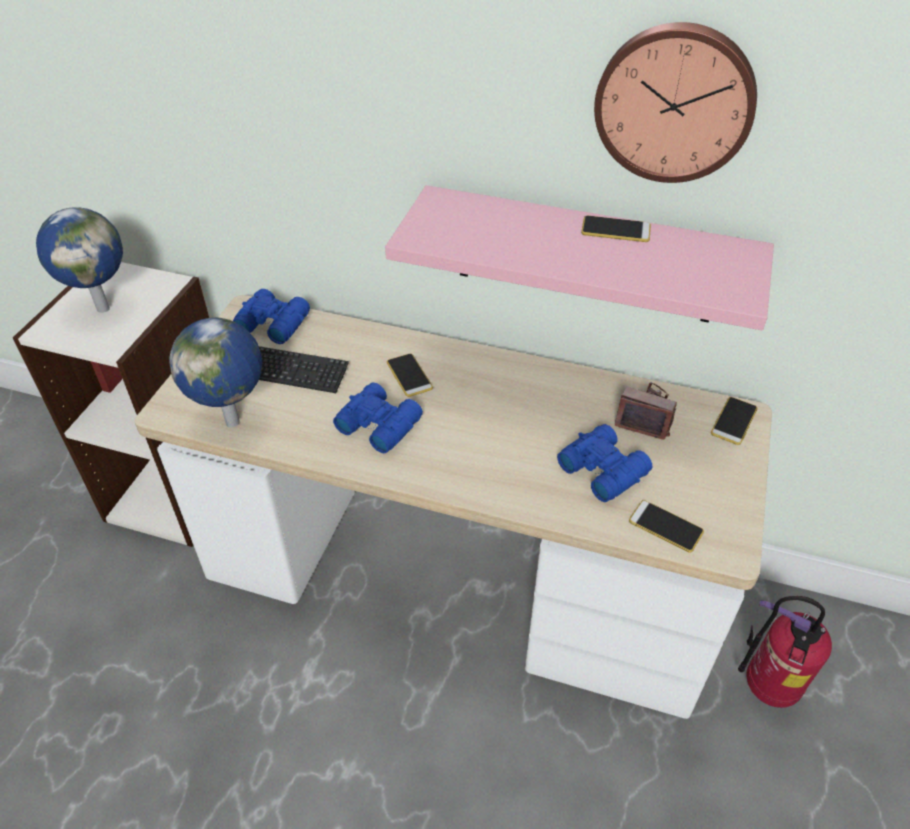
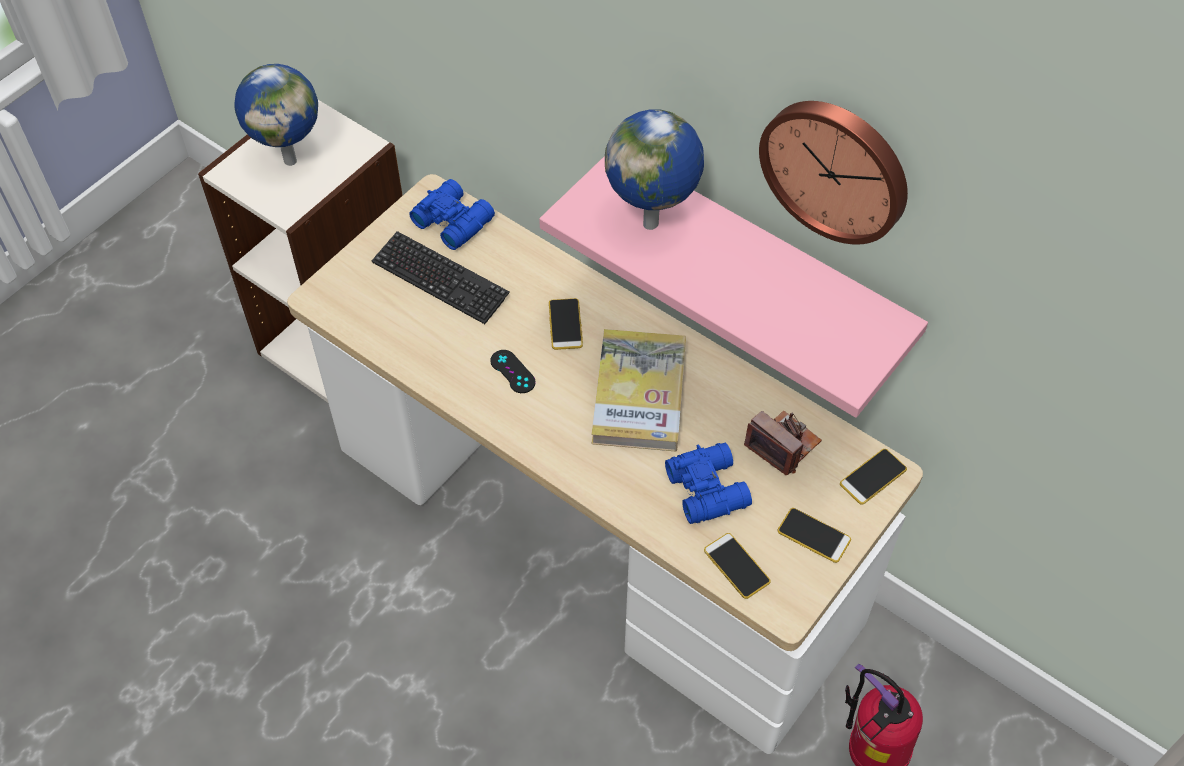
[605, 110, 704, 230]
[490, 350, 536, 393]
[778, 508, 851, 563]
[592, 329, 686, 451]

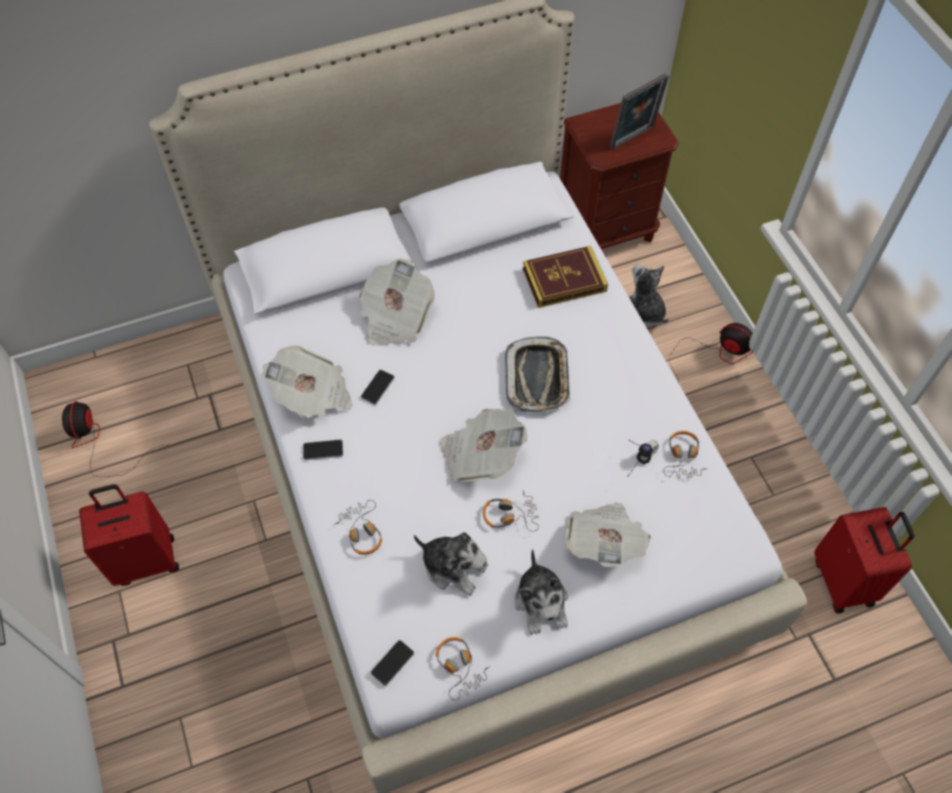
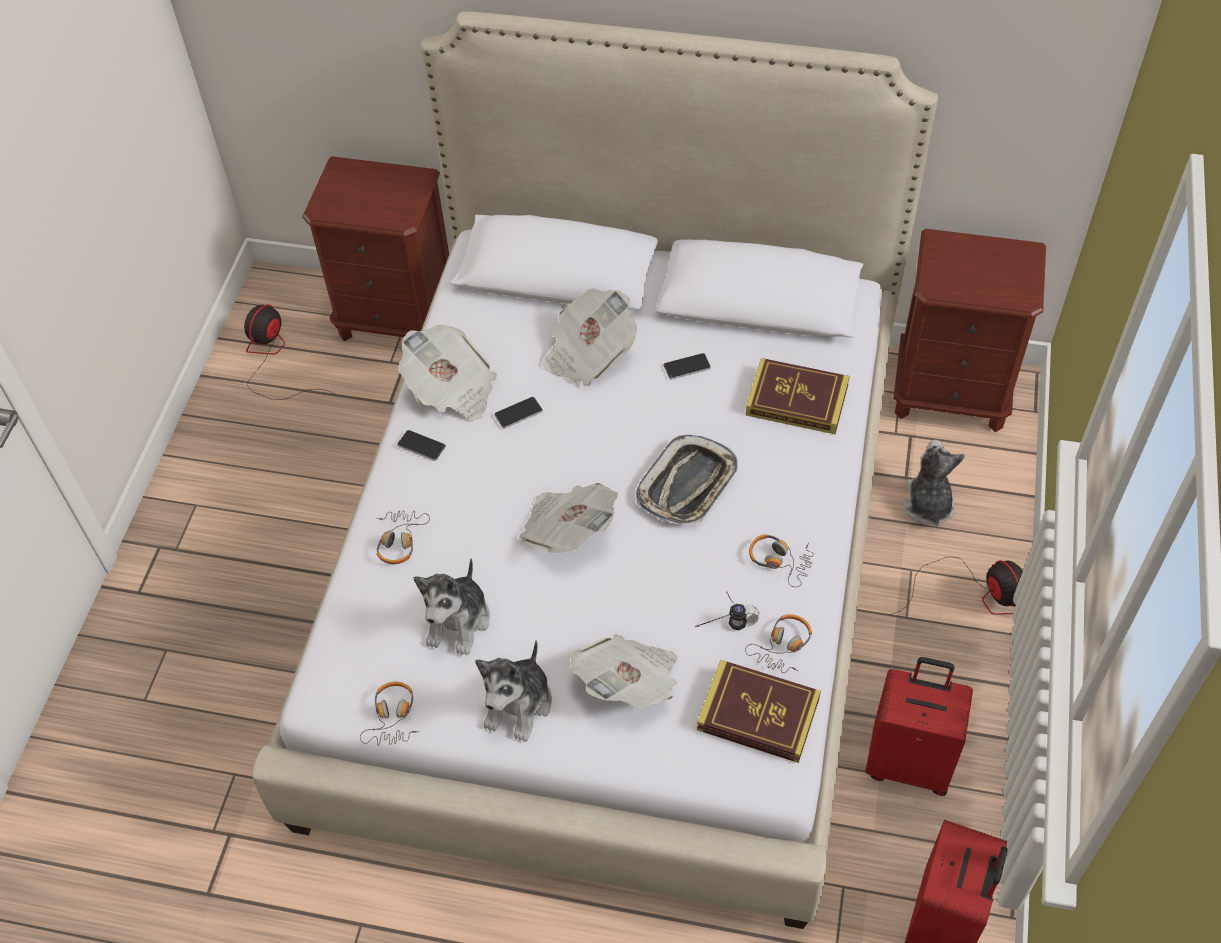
[865, 657, 973, 796]
[664, 353, 711, 379]
[414, 558, 490, 655]
[749, 534, 814, 587]
[610, 73, 669, 150] (first image)
[302, 156, 449, 341]
[697, 660, 821, 763]

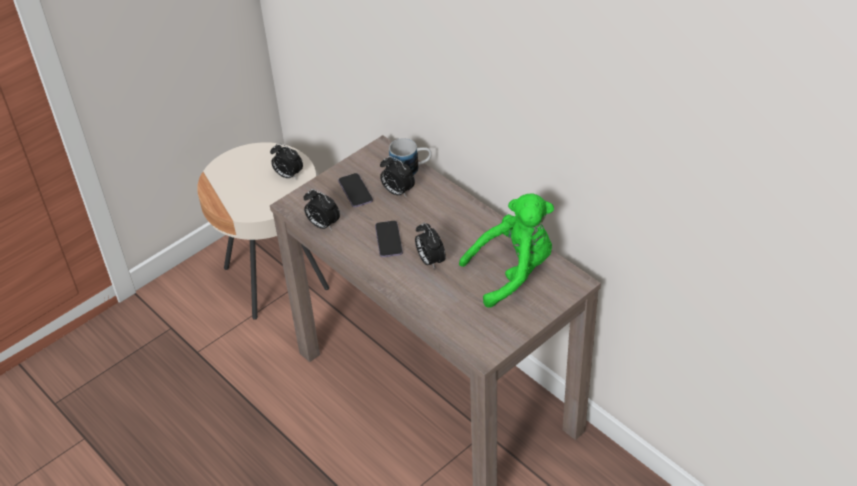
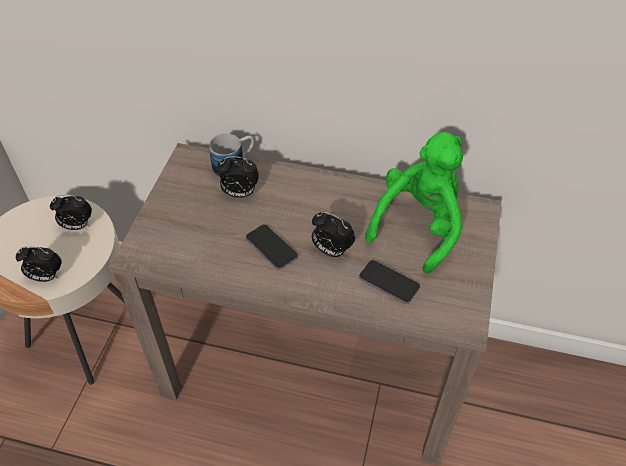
[15, 247, 62, 282]
[359, 260, 420, 304]

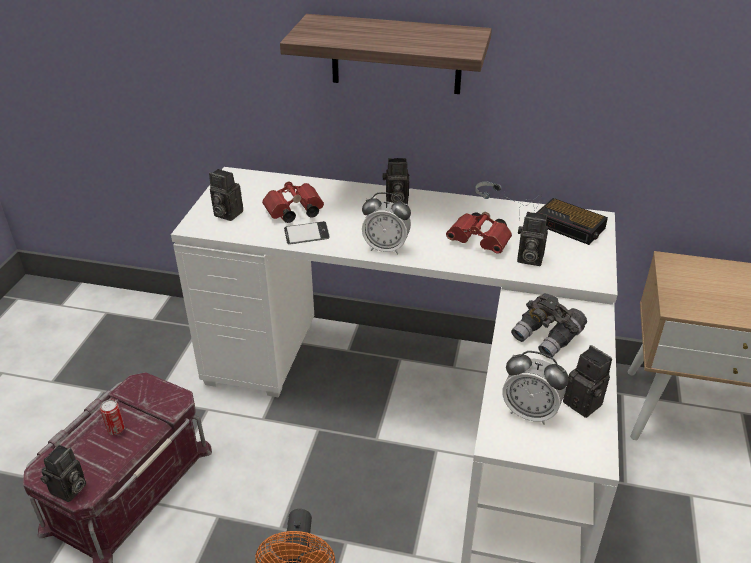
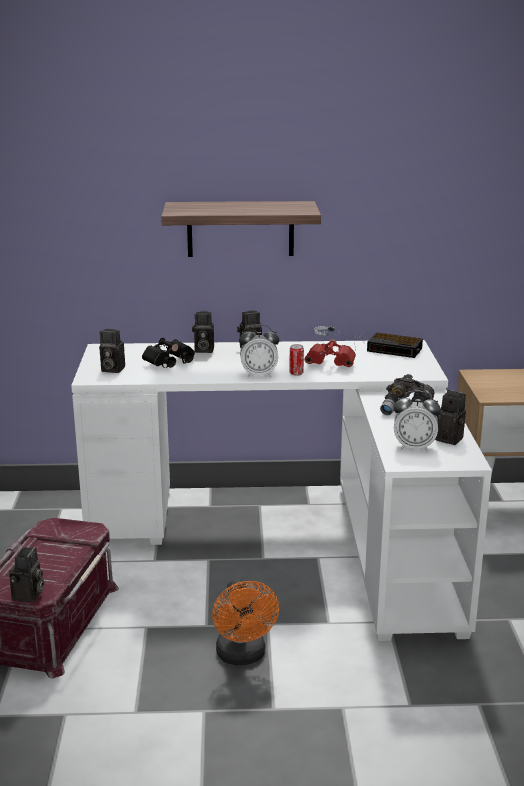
[289, 344, 304, 376]
[142, 338, 195, 368]
[284, 221, 330, 244] (first image)
[192, 311, 214, 353]

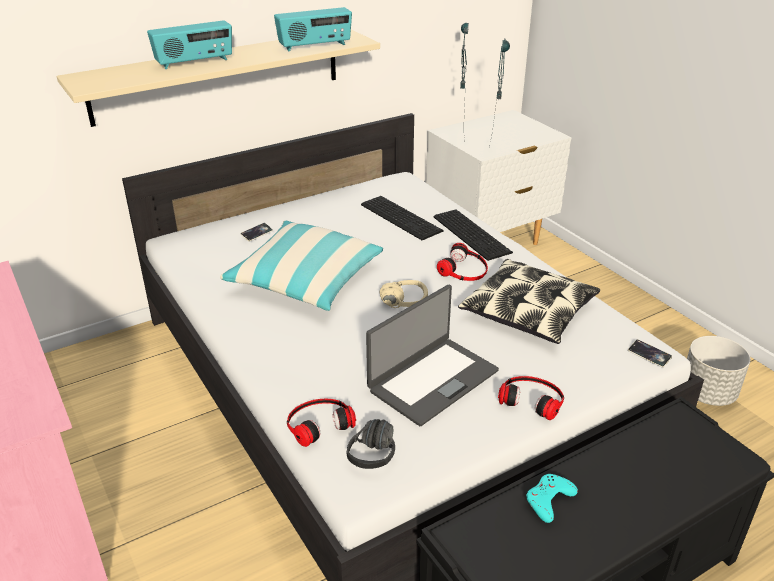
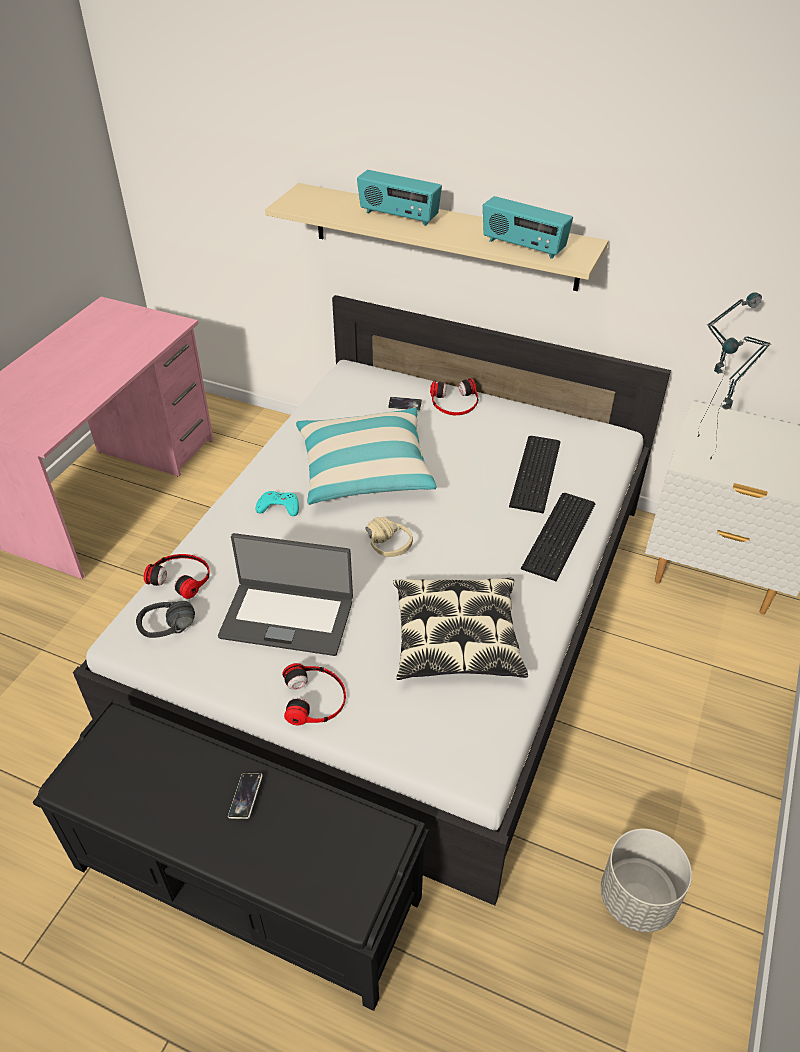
[430, 378, 479, 415]
[255, 491, 299, 516]
[228, 773, 263, 819]

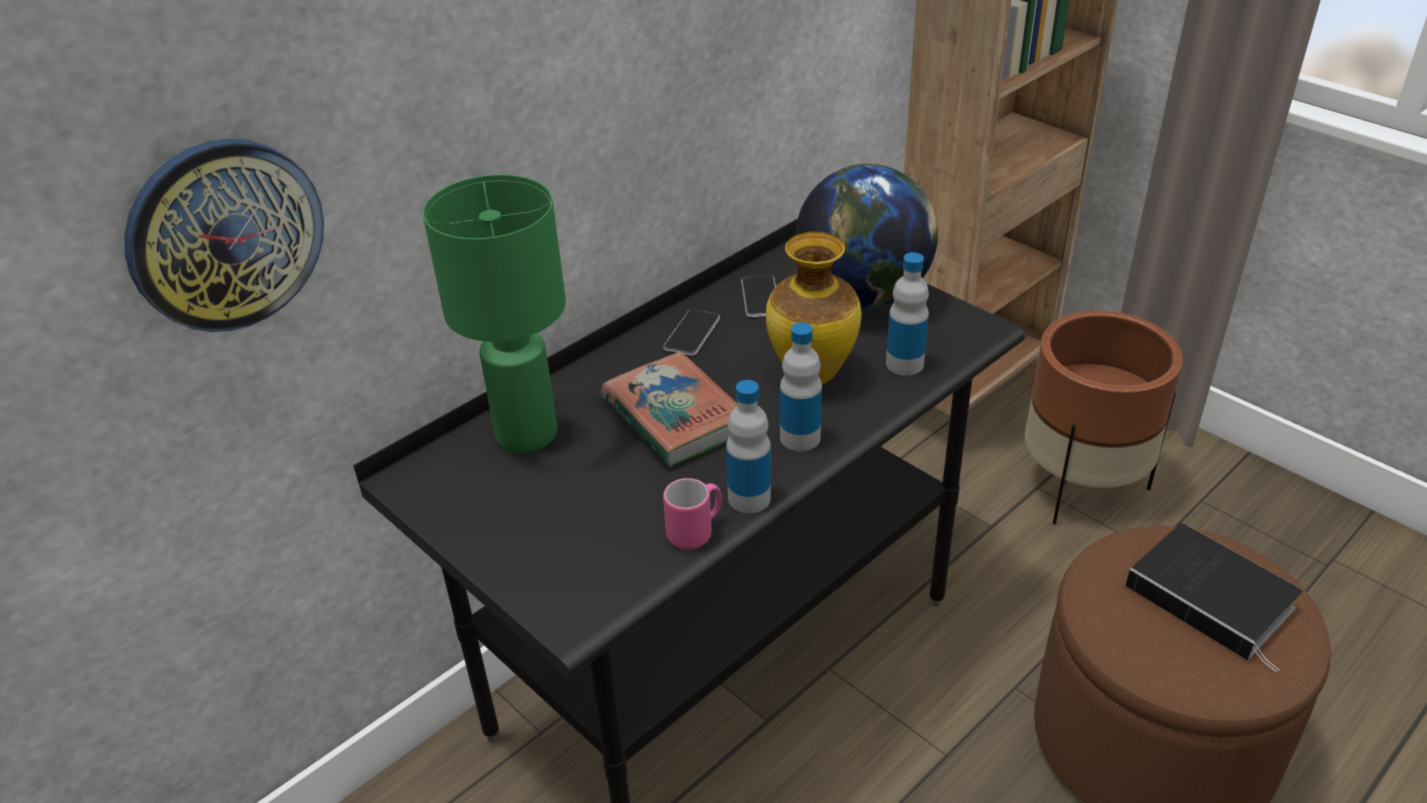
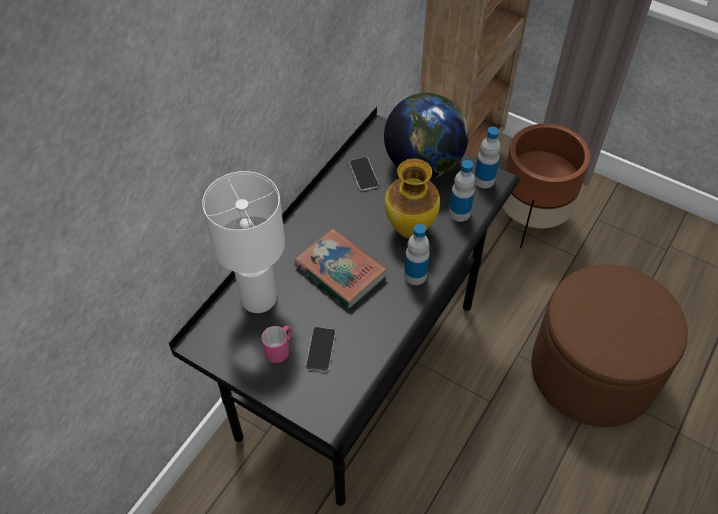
[124, 139, 324, 332] (first image)
[202, 171, 285, 313]
[305, 327, 336, 372]
[261, 325, 292, 363]
[474, 127, 500, 188]
[1125, 523, 1303, 672] (first image)

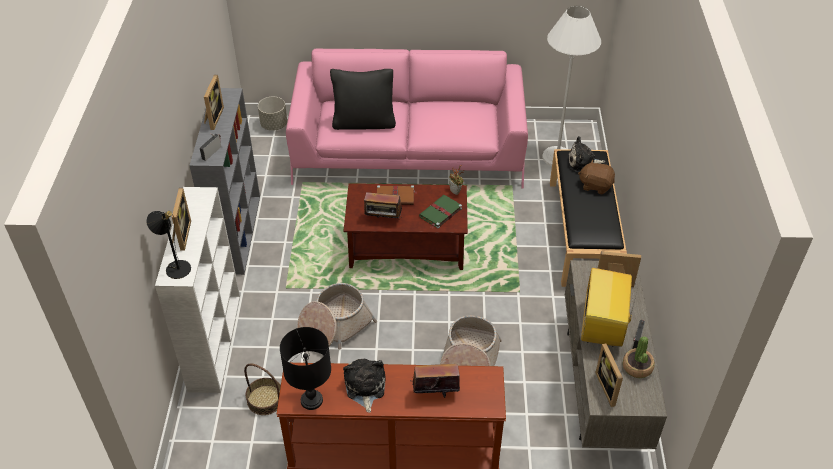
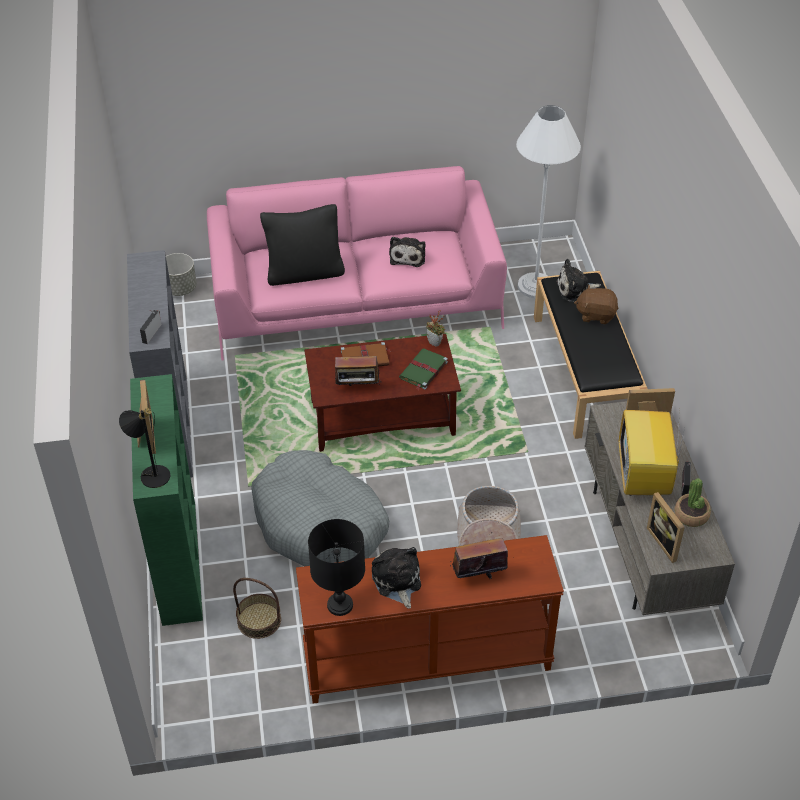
[130, 374, 203, 626]
[204, 75, 224, 130] (first image)
[251, 450, 389, 566]
[389, 237, 425, 267]

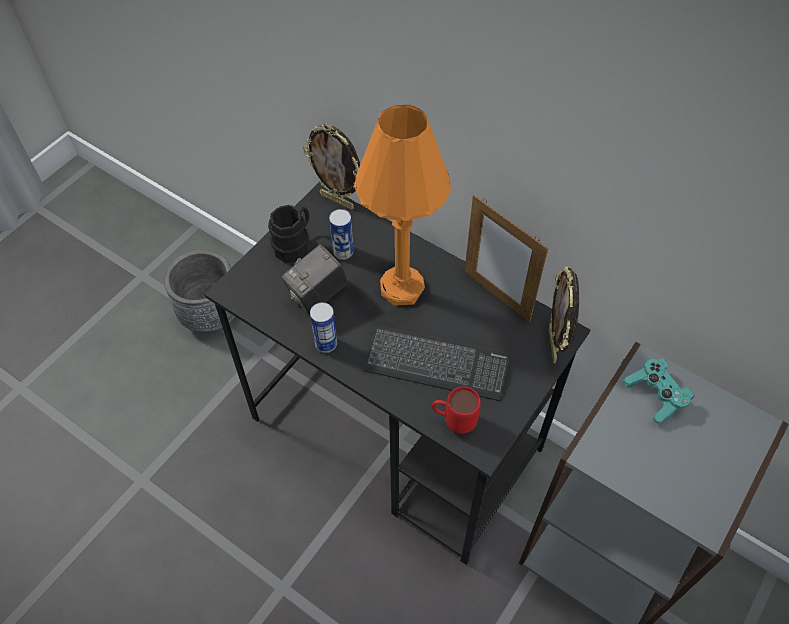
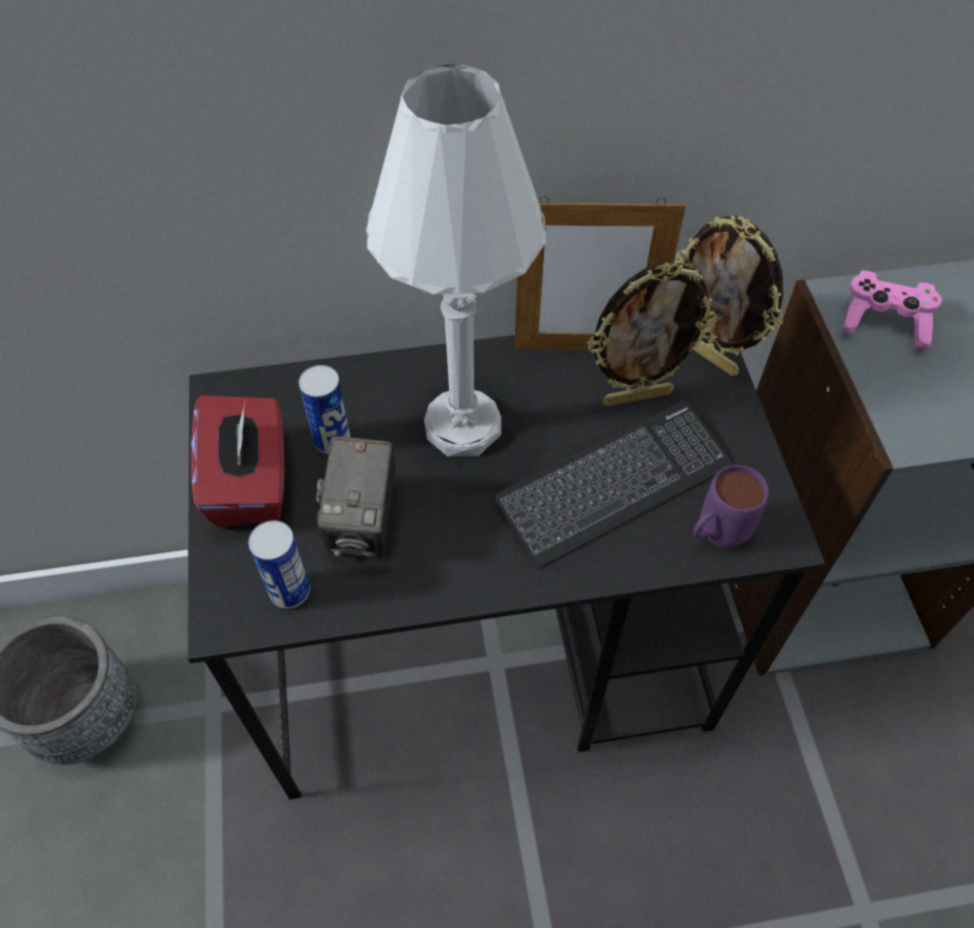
[191, 396, 284, 527]
[587, 262, 717, 407]
[248, 520, 310, 609]
[366, 64, 546, 457]
[693, 465, 769, 547]
[842, 270, 942, 349]

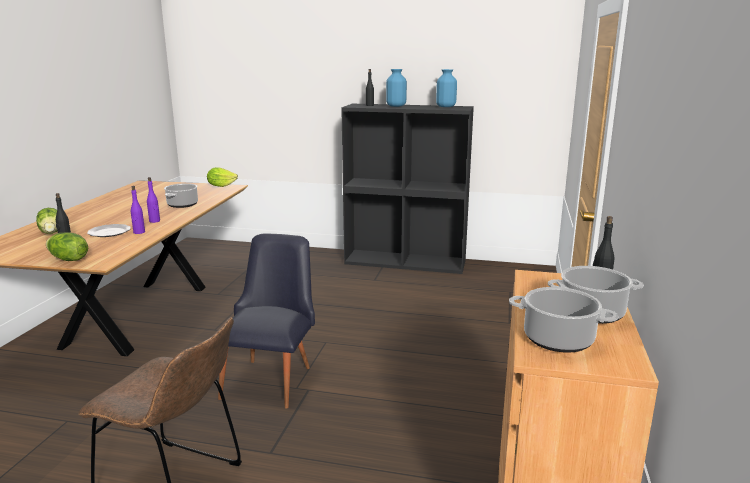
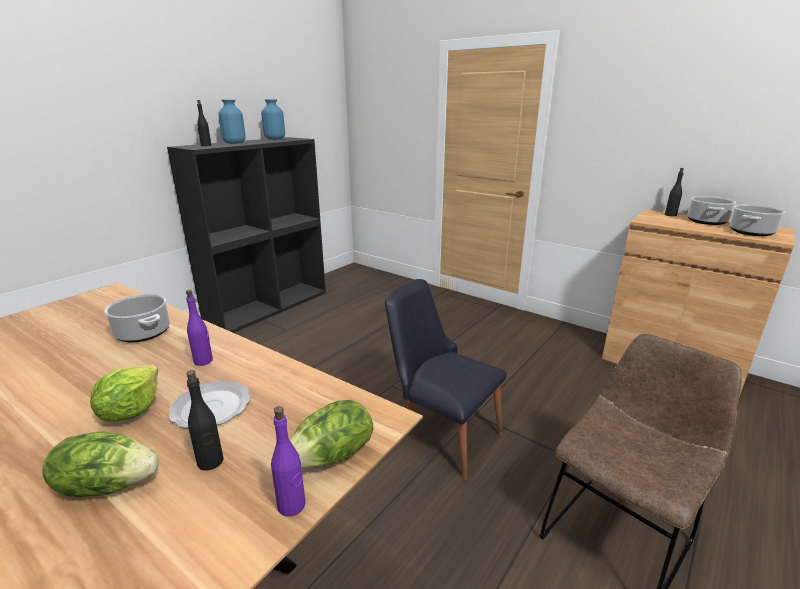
[271, 406, 306, 517]
[90, 365, 158, 422]

